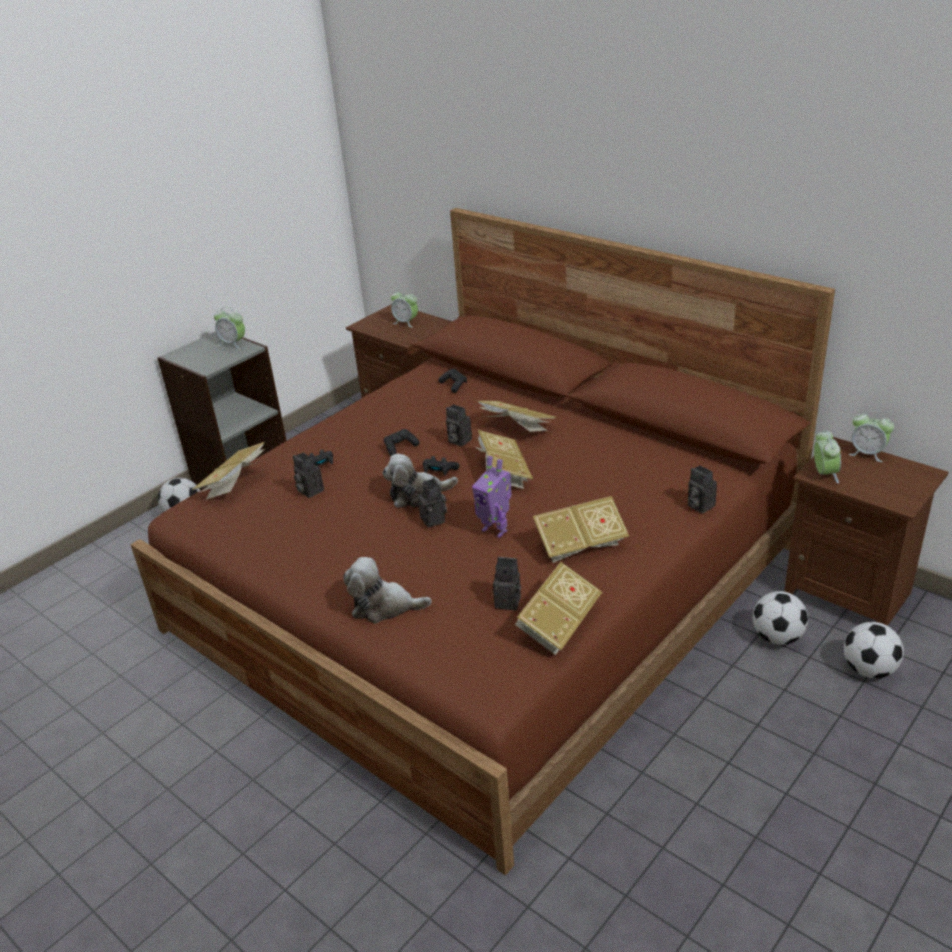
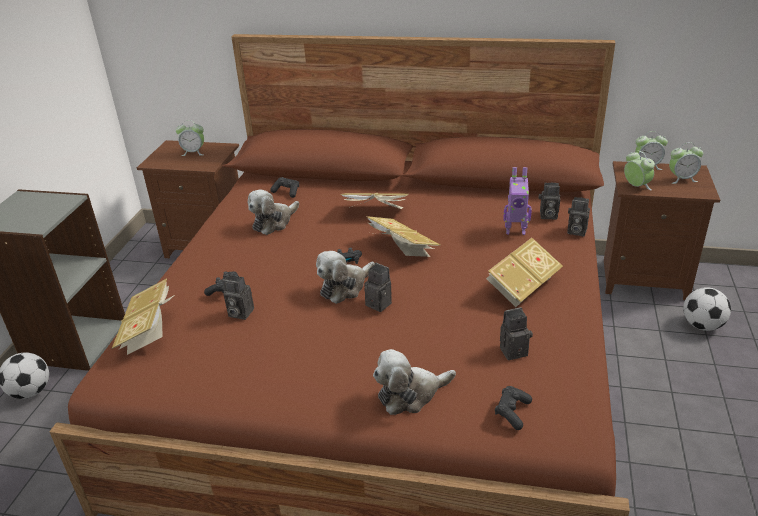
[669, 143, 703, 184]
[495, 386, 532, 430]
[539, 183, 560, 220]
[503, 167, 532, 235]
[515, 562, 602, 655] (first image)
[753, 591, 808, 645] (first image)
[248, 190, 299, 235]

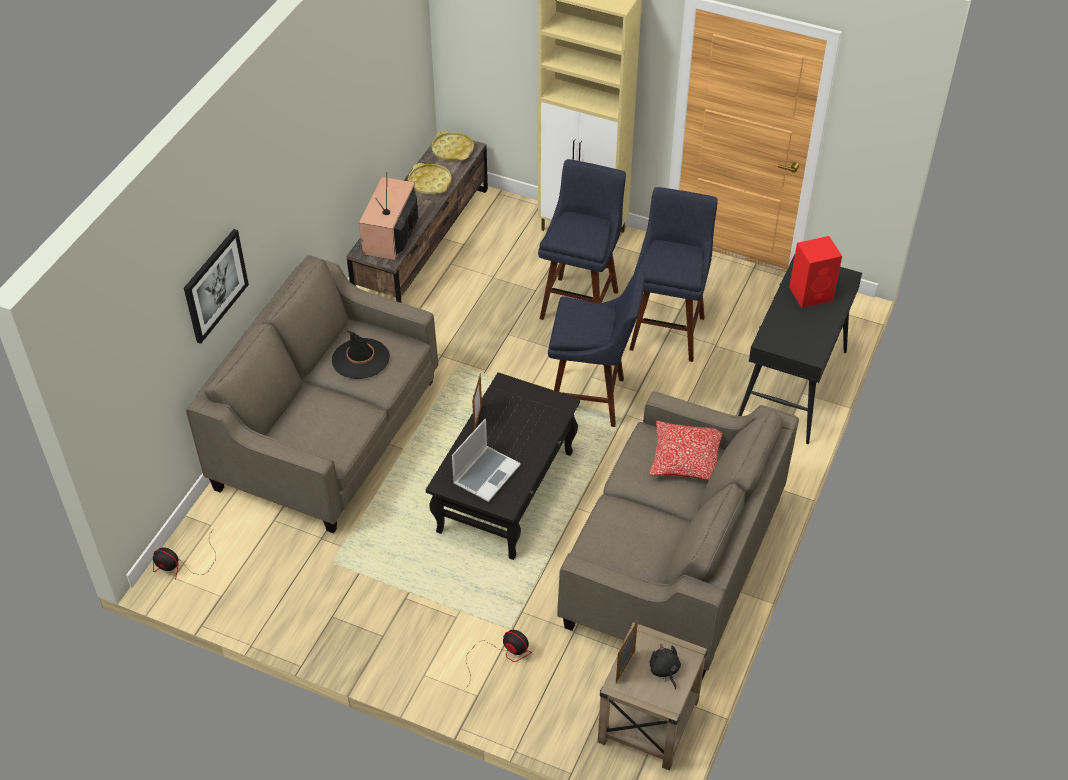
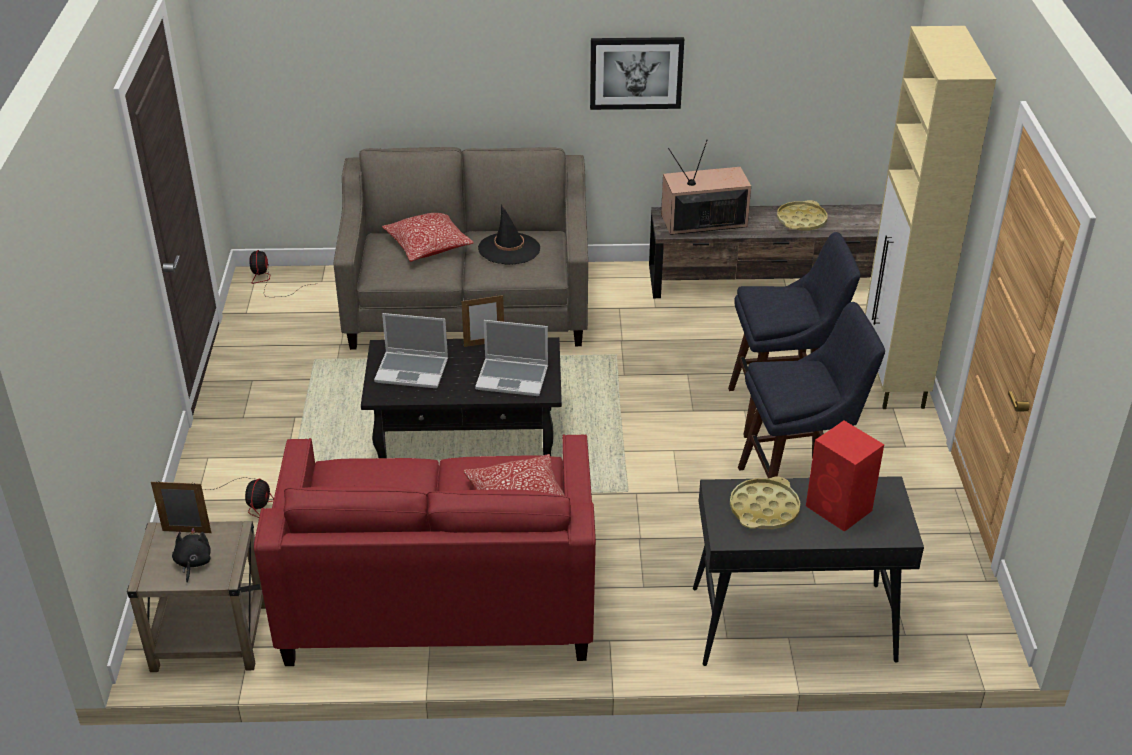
[590, 37, 684, 110]
[730, 476, 801, 529]
[548, 270, 645, 427] (first image)
[254, 434, 596, 666]
[172, 528, 211, 583]
[382, 213, 474, 262]
[475, 320, 548, 396]

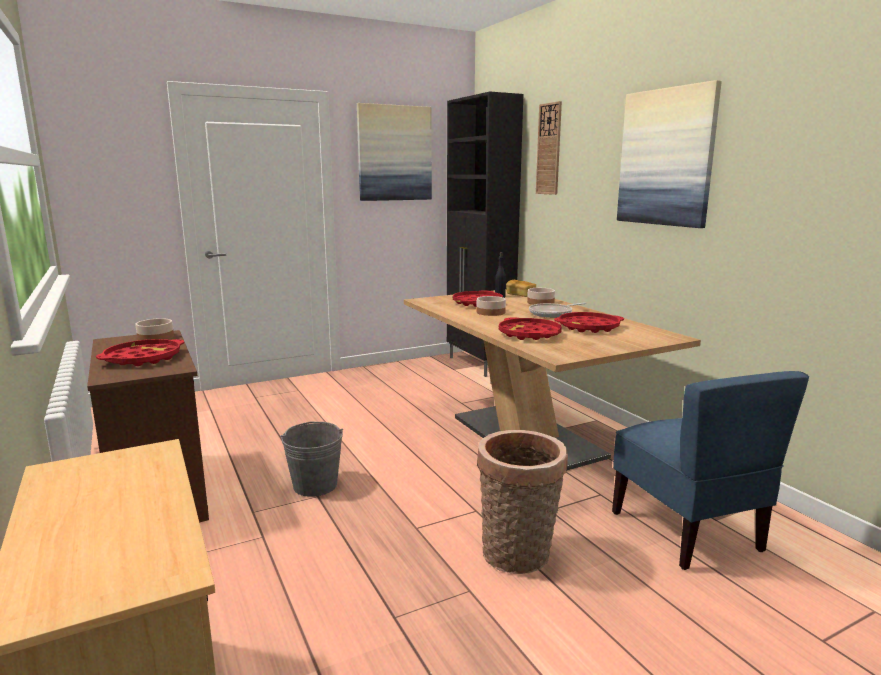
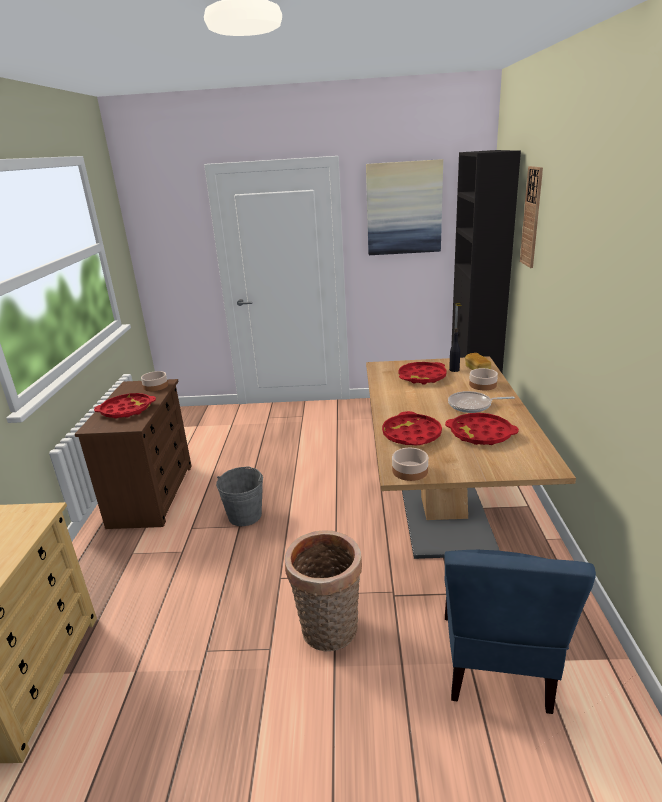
[392, 448, 428, 481]
[617, 80, 722, 228] (first image)

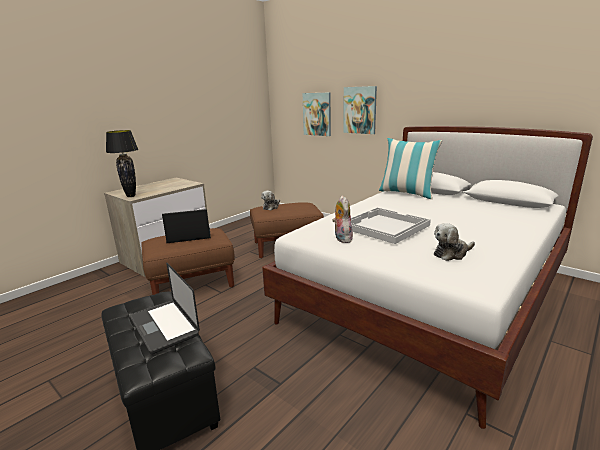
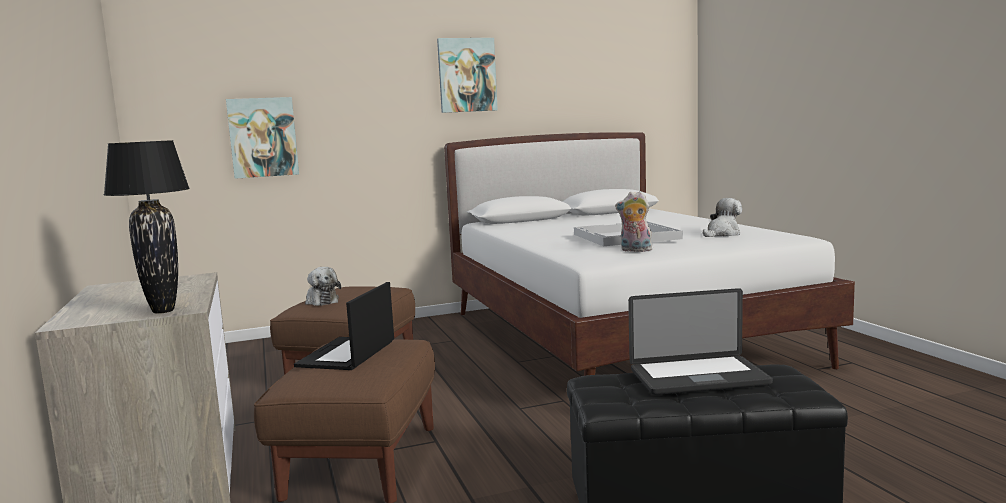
[437, 38, 498, 113]
[379, 138, 442, 199] (first image)
[703, 198, 742, 237]

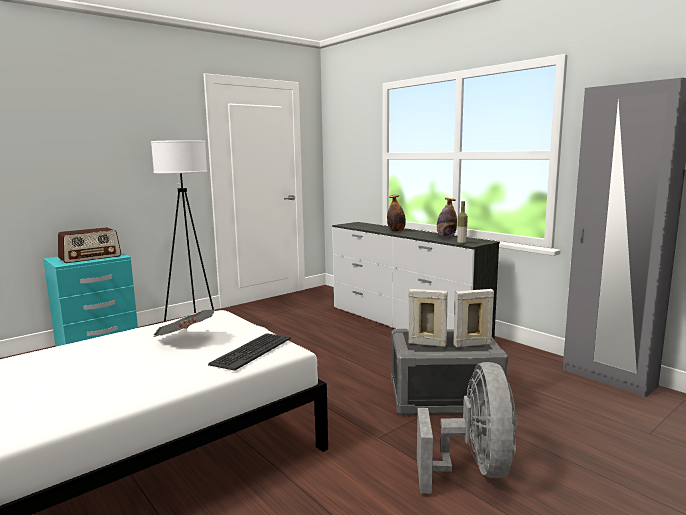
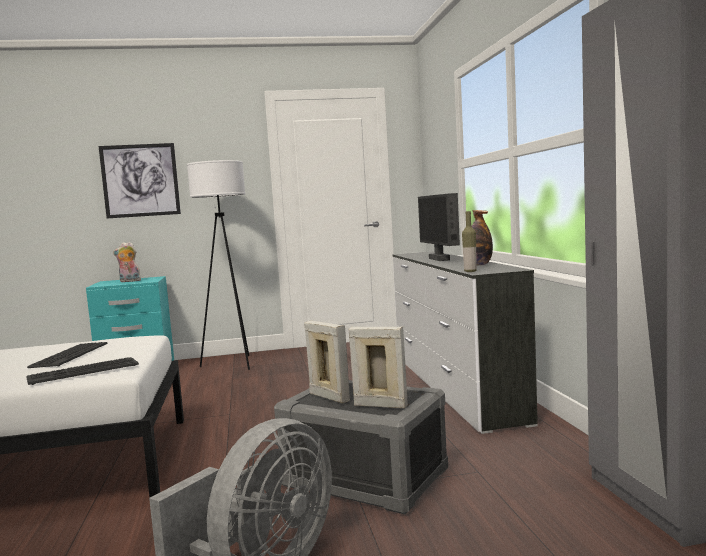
[113, 242, 141, 282]
[27, 342, 107, 368]
[418, 193, 460, 261]
[99, 143, 181, 218]

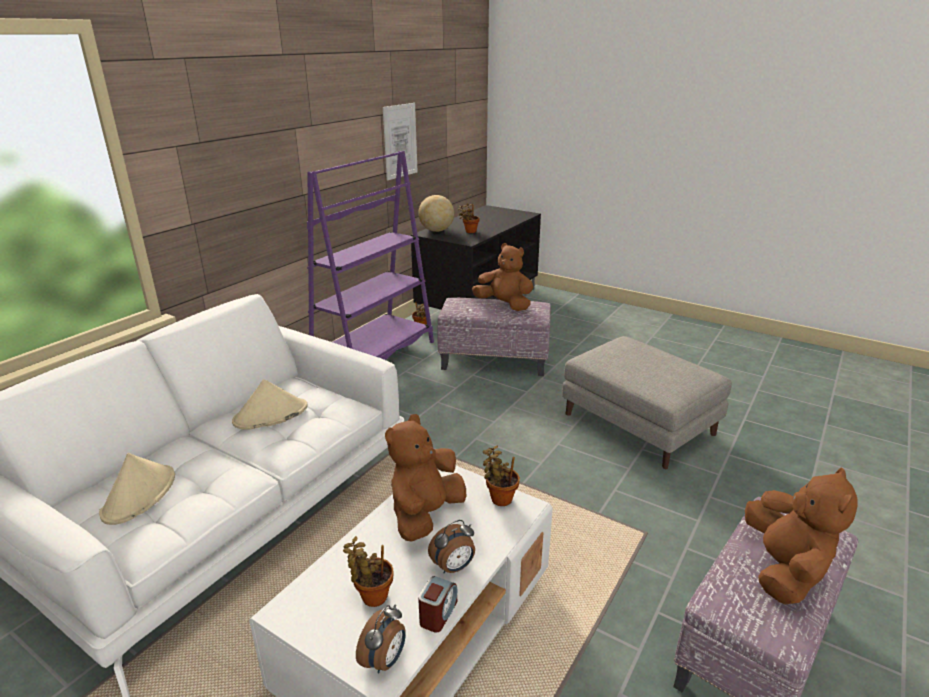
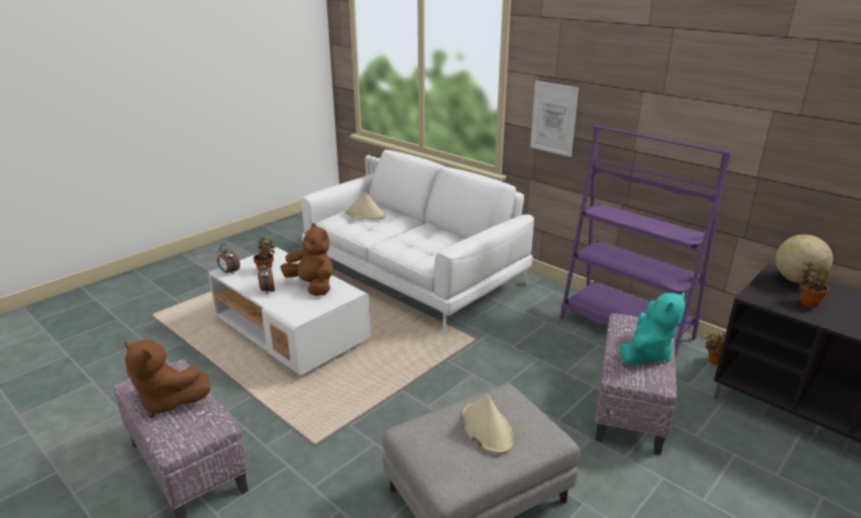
[462, 394, 513, 454]
[530, 81, 579, 157]
[418, 576, 458, 633] (first image)
[620, 292, 685, 365]
[482, 446, 520, 506] (first image)

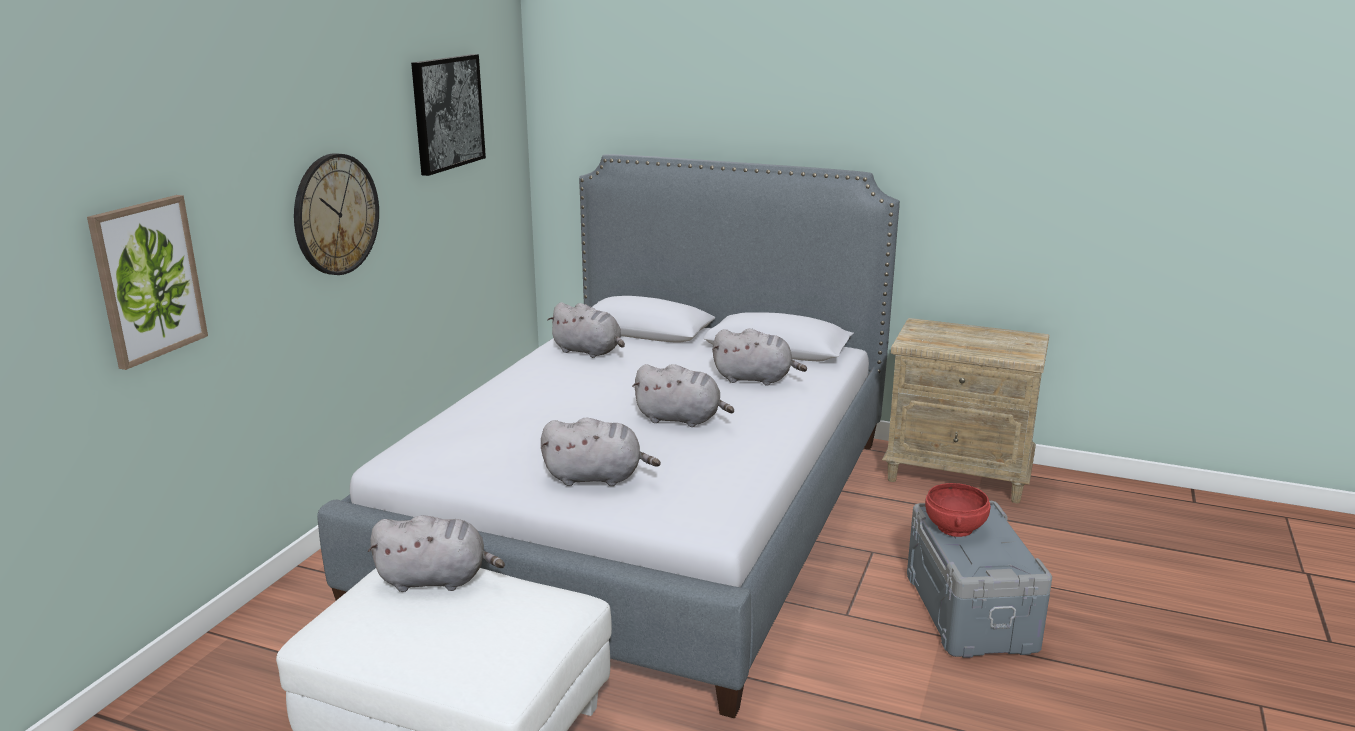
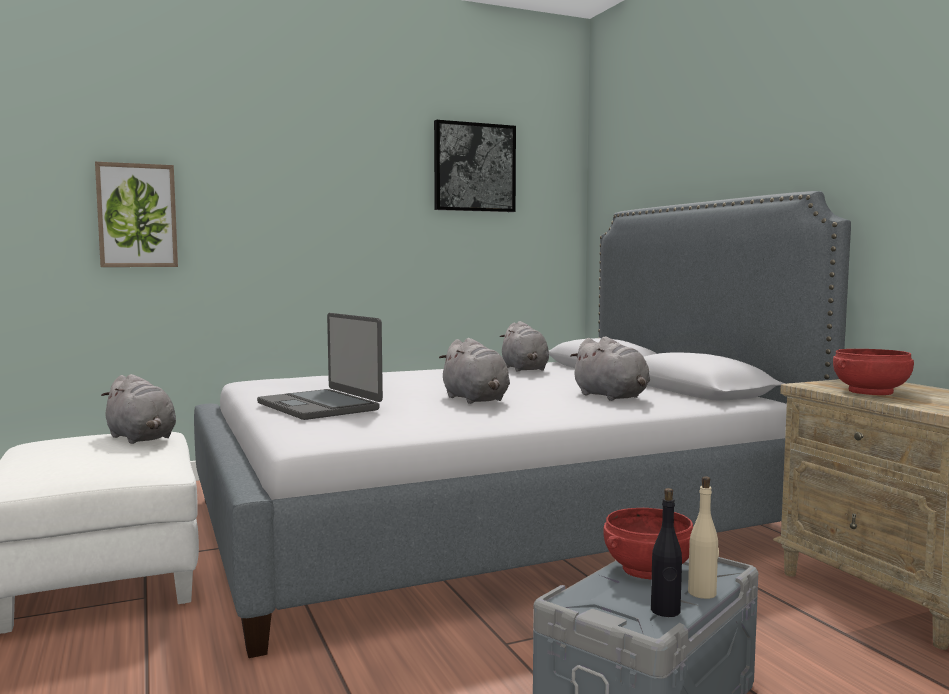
[294, 153, 379, 275] (first image)
[257, 313, 383, 420]
[651, 488, 682, 617]
[688, 476, 719, 599]
[833, 349, 914, 395]

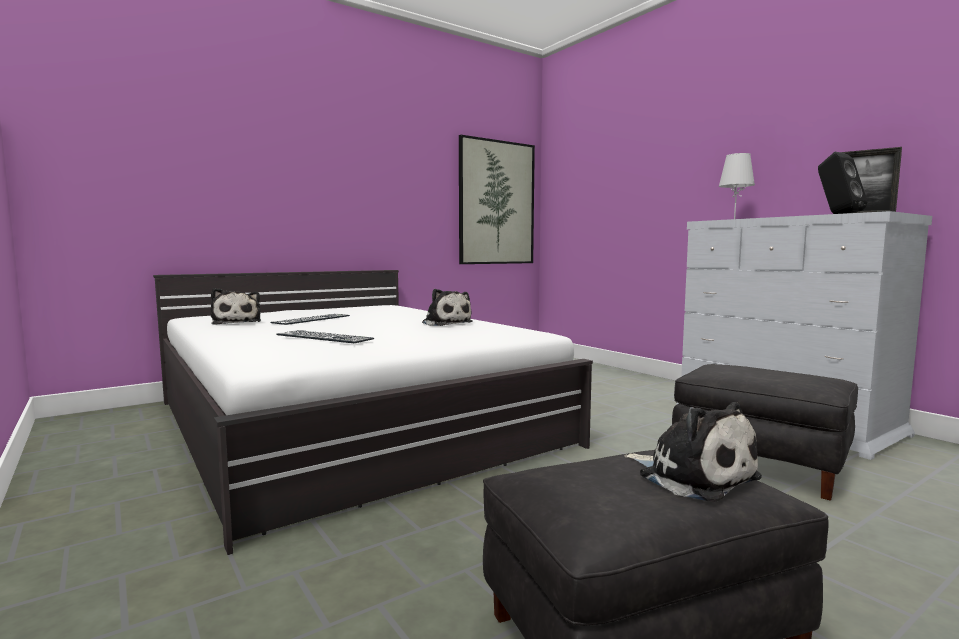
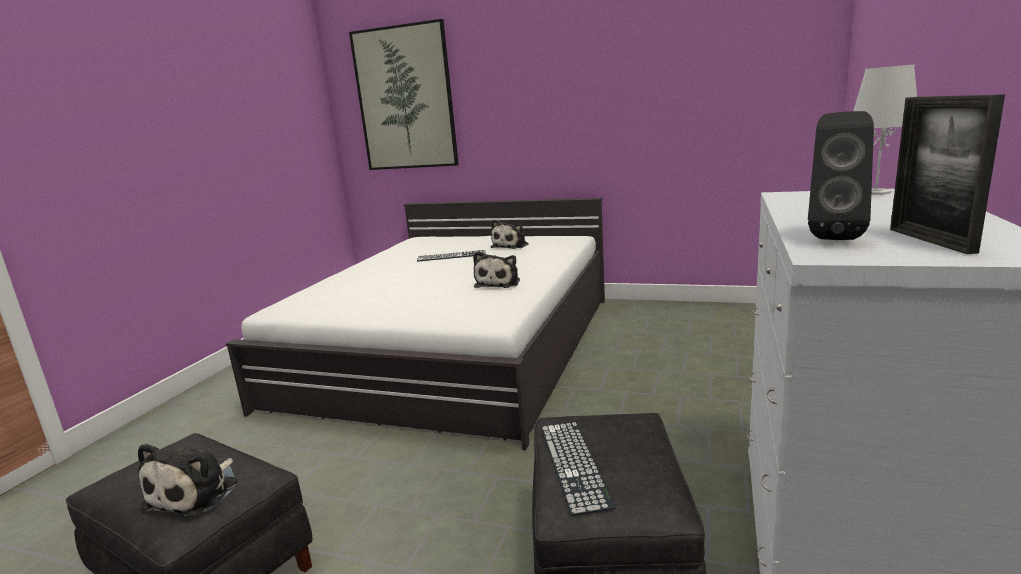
[491, 219, 529, 249]
[541, 422, 616, 516]
[349, 19, 459, 170]

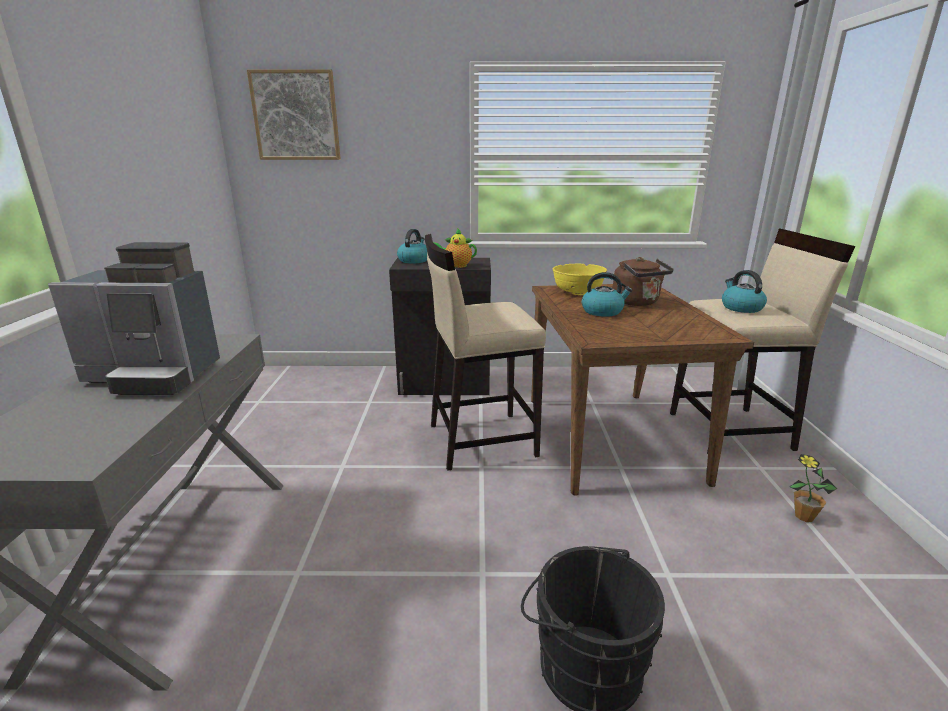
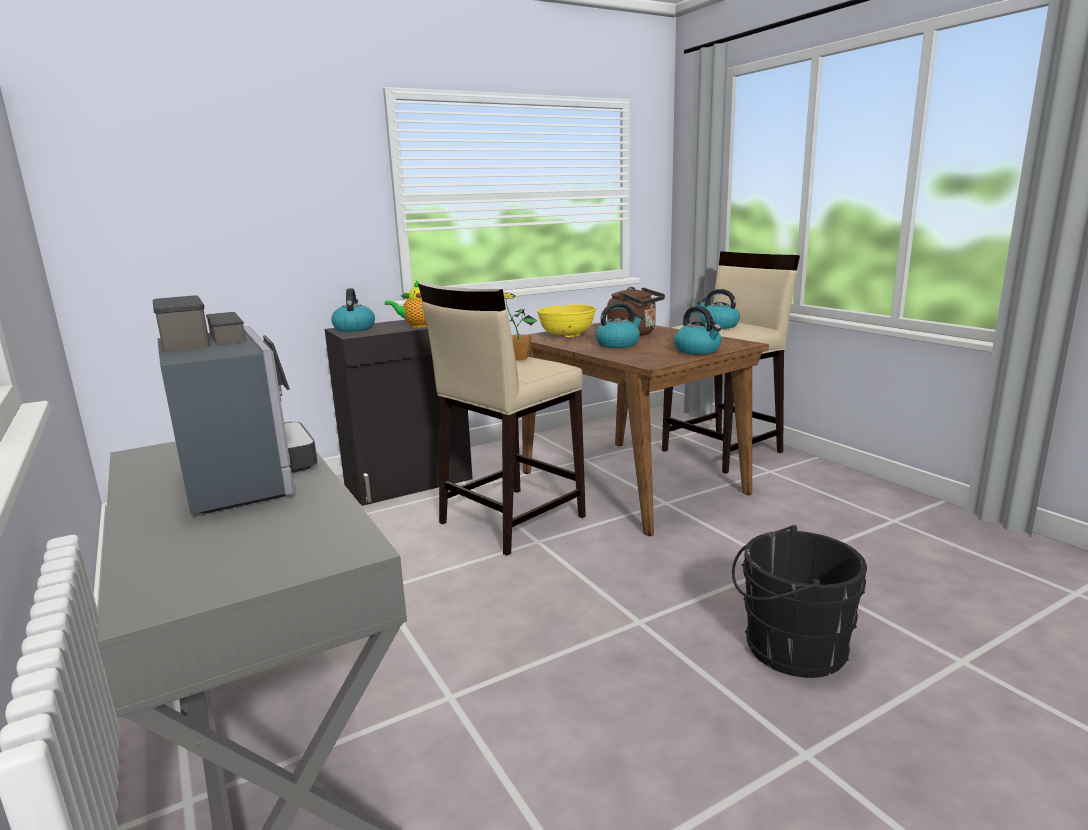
[153, 295, 317, 514]
[247, 69, 341, 160] (first image)
[503, 293, 537, 361]
[674, 306, 722, 354]

